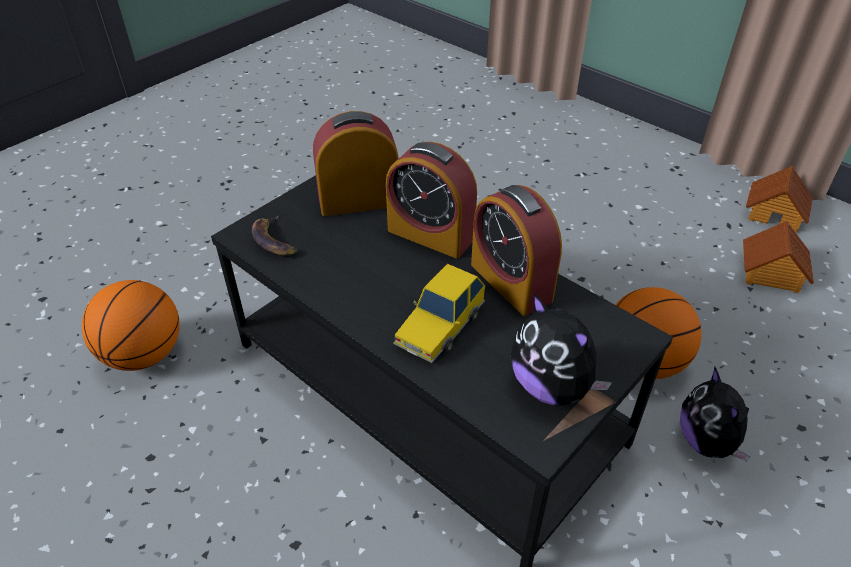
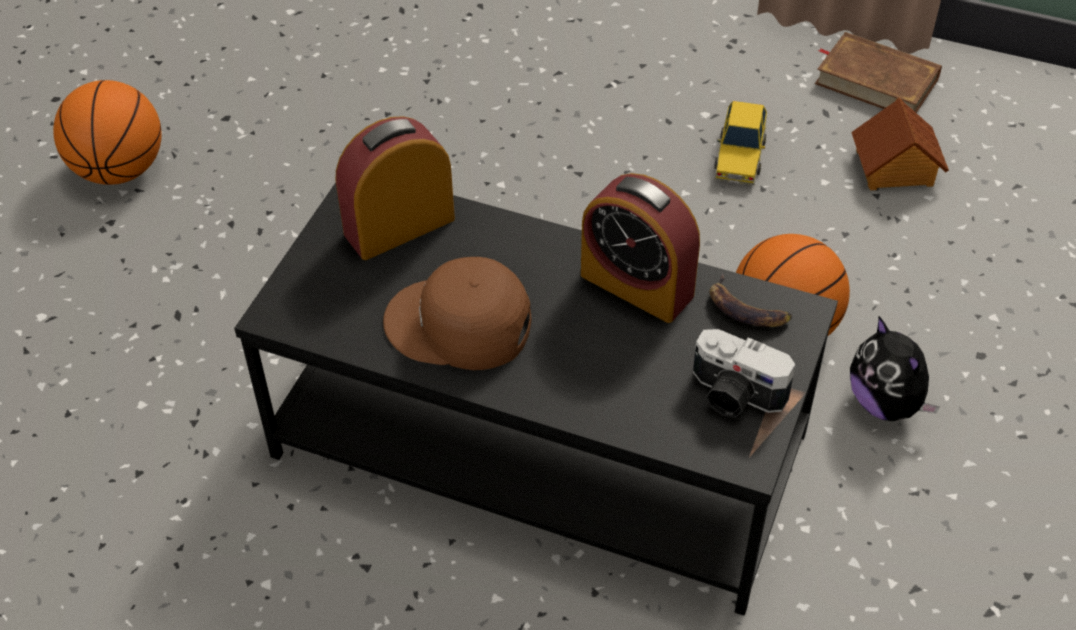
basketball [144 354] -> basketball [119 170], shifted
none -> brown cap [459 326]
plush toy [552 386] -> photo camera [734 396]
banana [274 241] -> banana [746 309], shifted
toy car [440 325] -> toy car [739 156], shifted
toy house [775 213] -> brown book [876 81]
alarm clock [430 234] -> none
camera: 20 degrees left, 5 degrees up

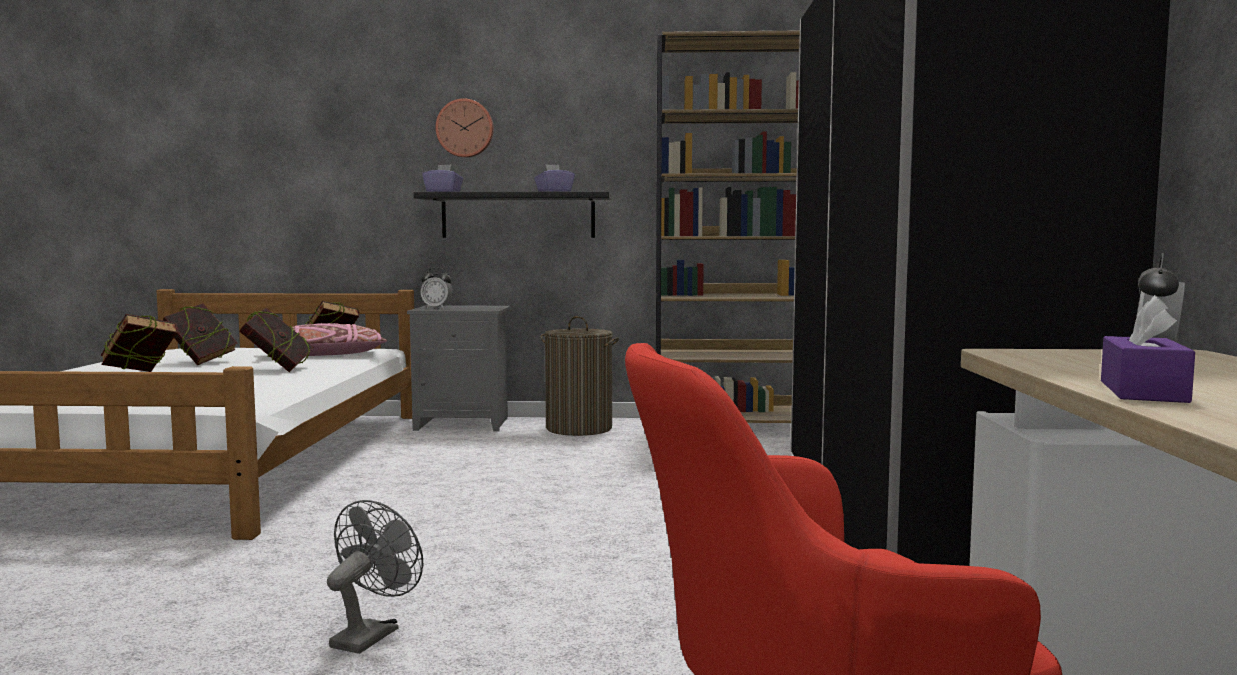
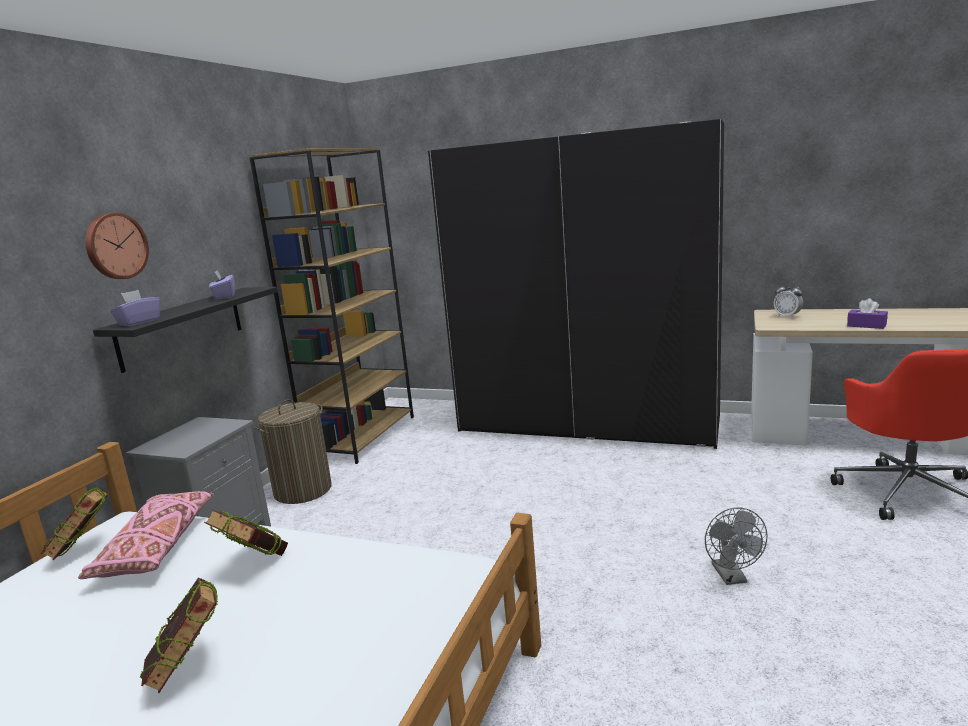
grey fan [371 634] -> grey fan [732 577], 135 degrees counterclockwise
book [201 362] -> none
alarm clock [437 308] -> none
camera: 70 degrees left, 10 degrees up

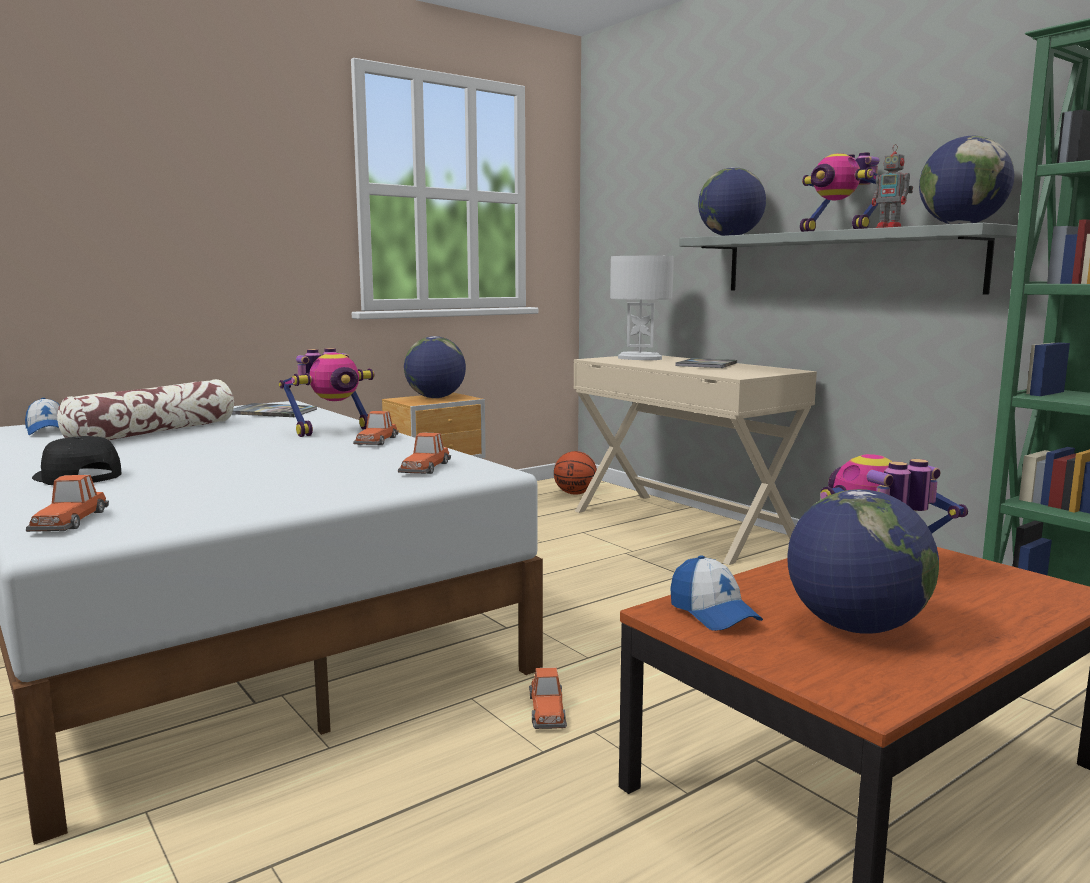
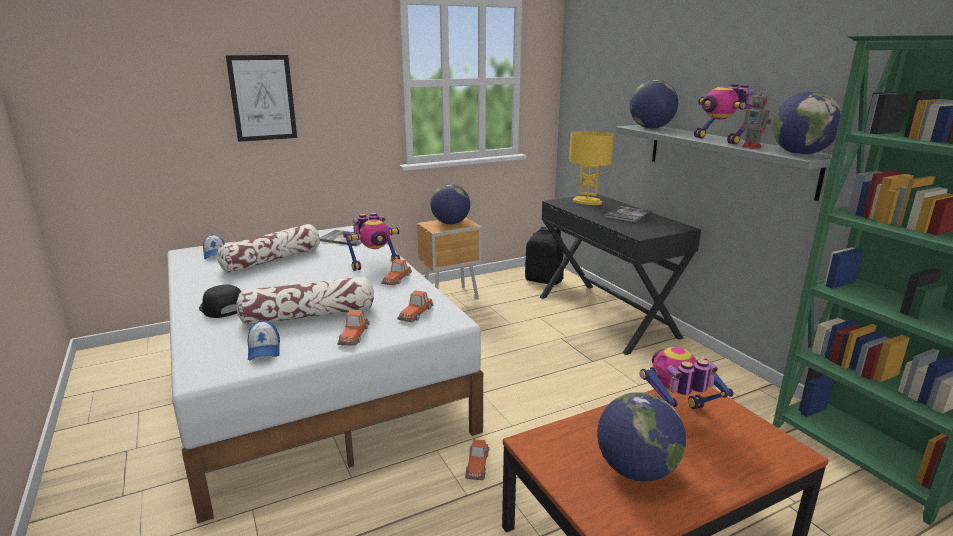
none -> picture [262 98]
none -> pillow [309 315]
cap [713 613] -> cap [264 349], shifted
toy car [69 521] -> toy car [354 335], shifted
basketball [575 493] -> black backpack [544 280]
beige desk [683 525] -> black desk [607 316]
white table lamp [640 358] -> yellow table lamp [587 202]
camera: 10 degrees right, 10 degrees up

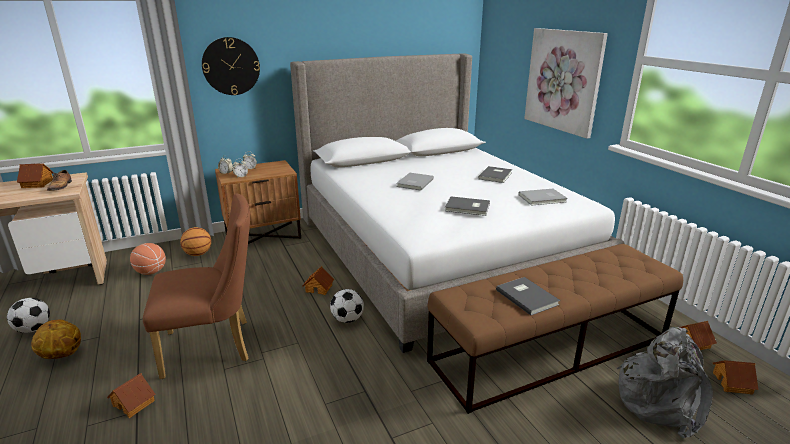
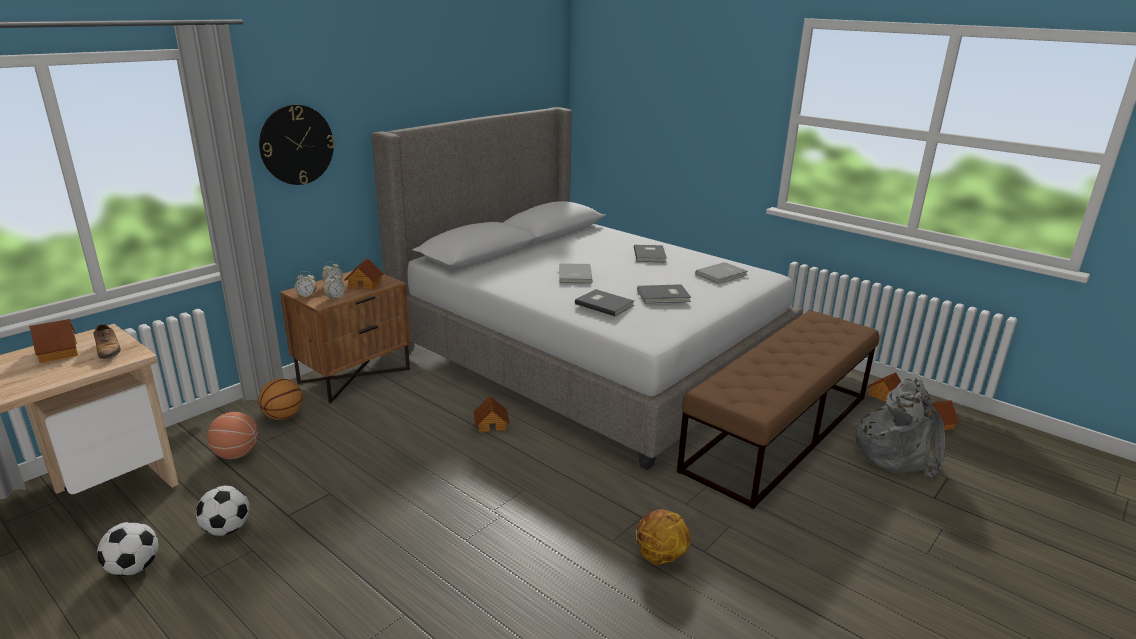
football [347 319] -> football [227 529], shifted
toy house [134 403] -> toy house [365 284], shifted
grey book [527 296] -> grey book [604 304], shifted
basketball [61 355] -> basketball [660 557], shifted
brown chair [215 346] -> none
picture [563 80] -> none
camera: 25 degrees left, 0 degrees up

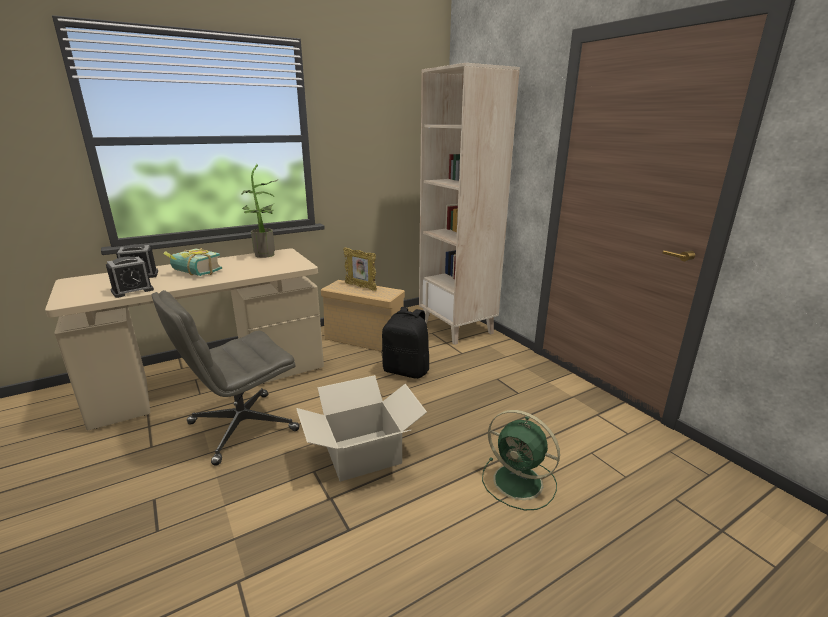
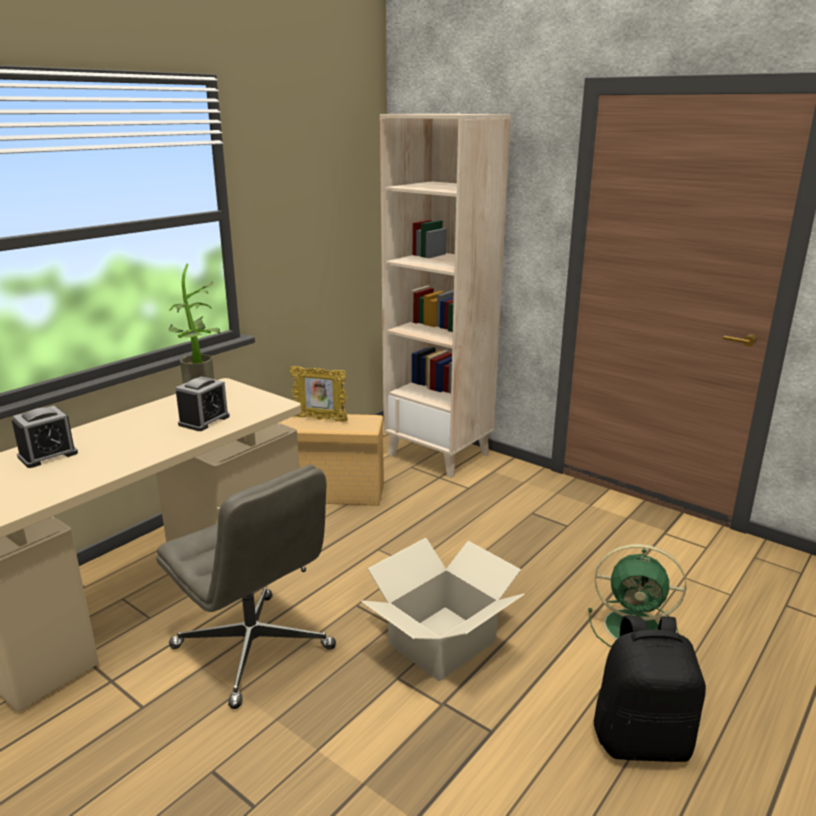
grey office chair [241 427] -> grey office chair [254 648], 75 degrees counterclockwise
alarm clock [132 290] -> alarm clock [204 420], shifted
black backpack [406 370] -> black backpack [642 739], shifted
book [193 273] -> none
camera: 20 degrees left, 0 degrees up

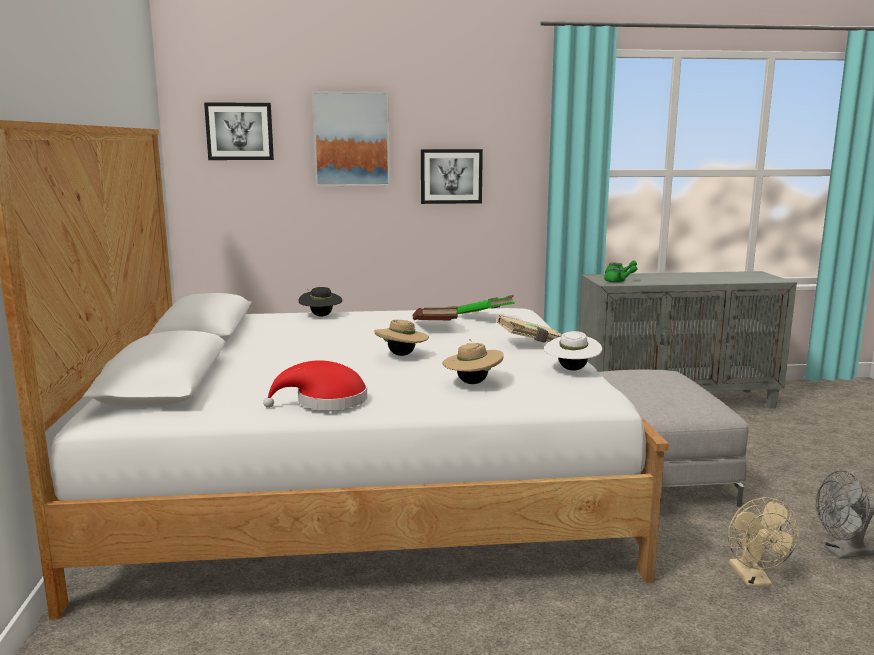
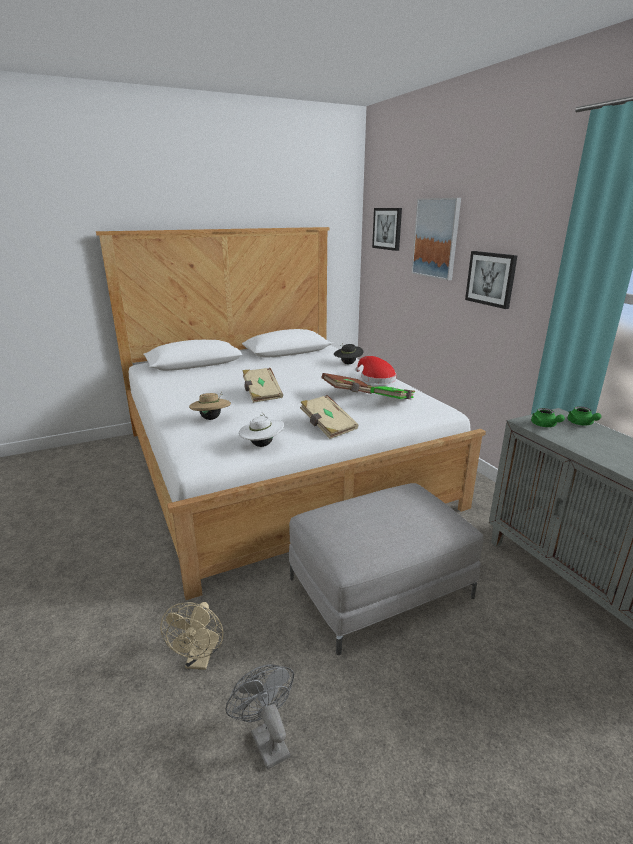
beige fan [753 579] -> beige fan [199 660], 60 degrees counterclockwise
beige hat [402 355] -> beige book [261 394]
red hat [325 402] -> red hat [375 378], shifted
camera: 70 degrees right, 10 degrees up

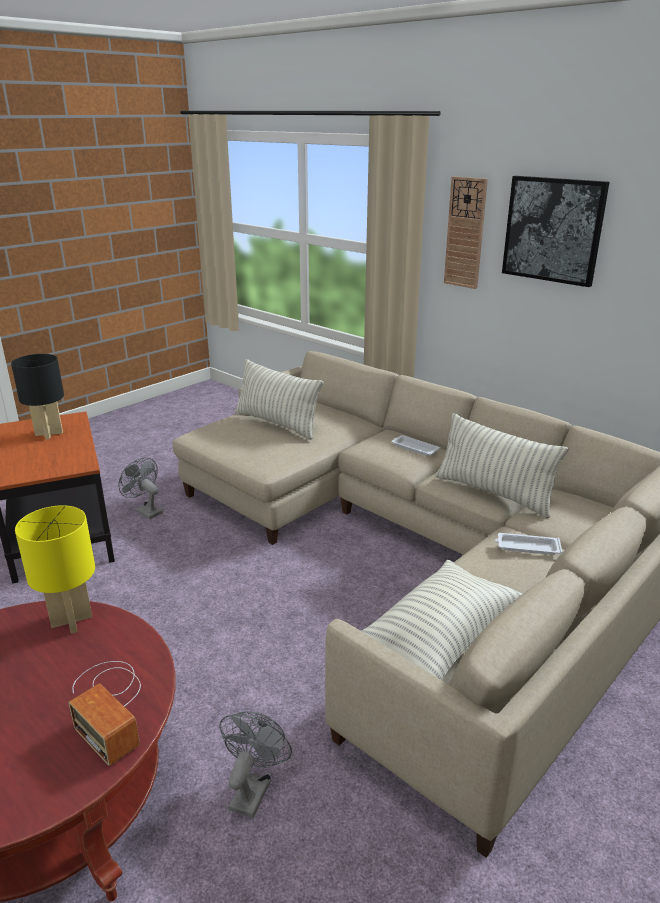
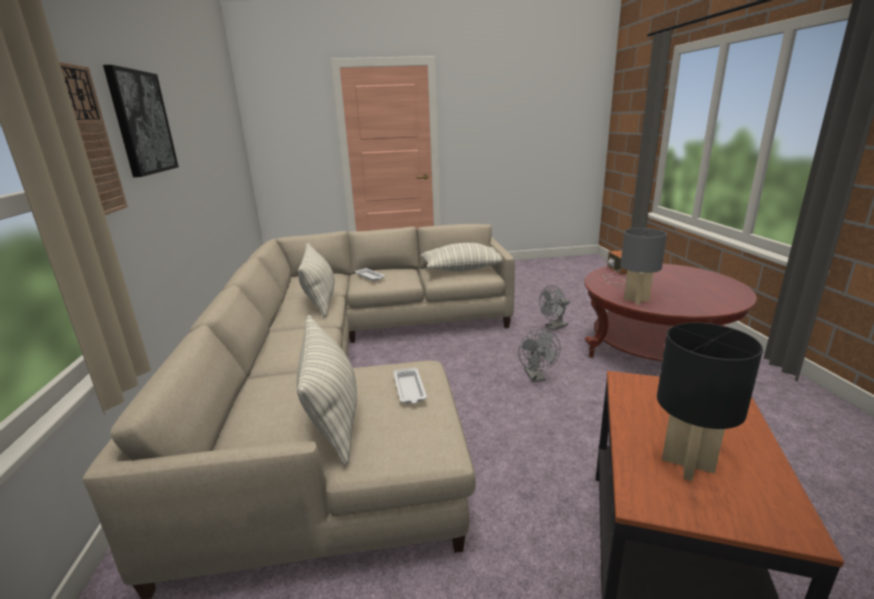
white tray [414 448] -> white tray [409 389], shifted
grey fan [145 511] -> grey fan [536 377], shifted
yellow table lamp [72 621] -> grey table lamp [636 300]
camera: 140 degrees left, 5 degrees down

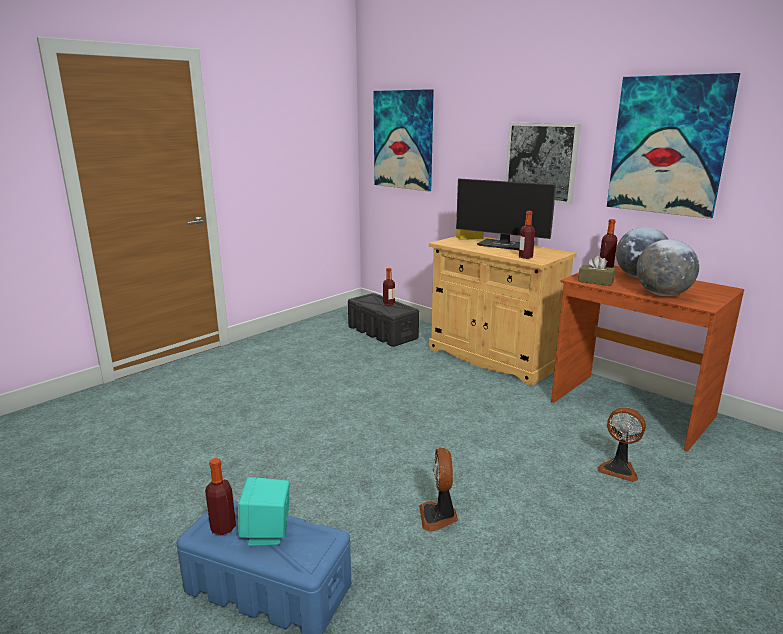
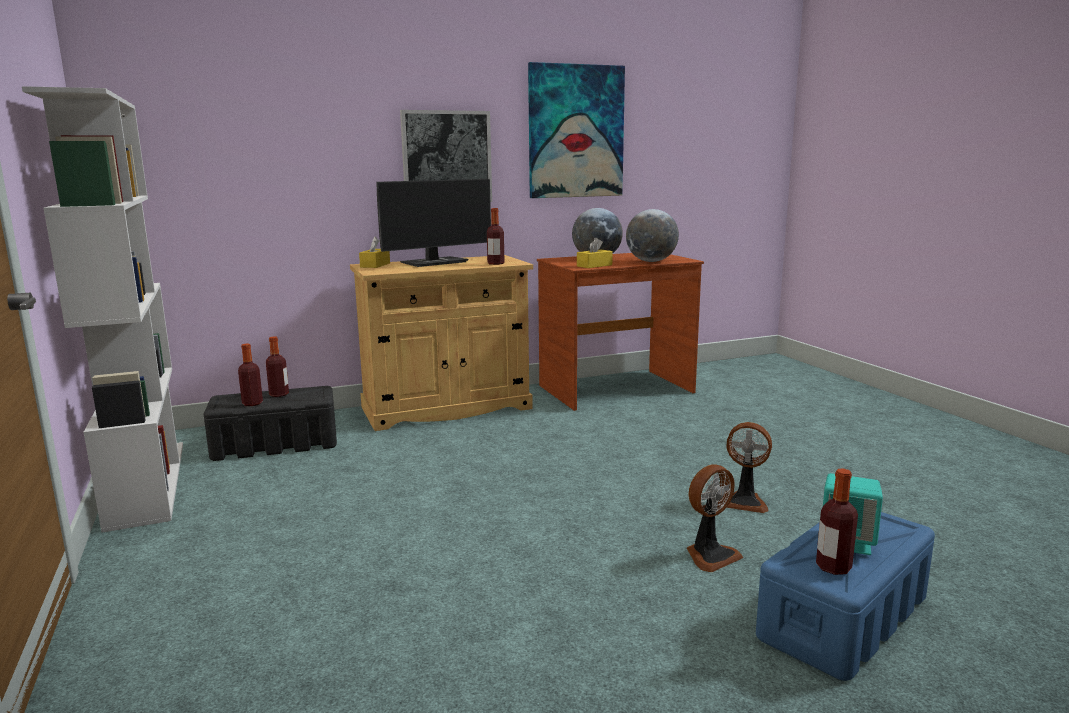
none -> white bookcase [146 482]
bottle [606 266] -> bottle [252 403], shifted
brown tissue box [595 281] -> yellow tissue box [594 265]
fan [619 469] -> fan [710 555], shifted
picture [403 140] -> none
camera: 65 degrees left, 5 degrees down

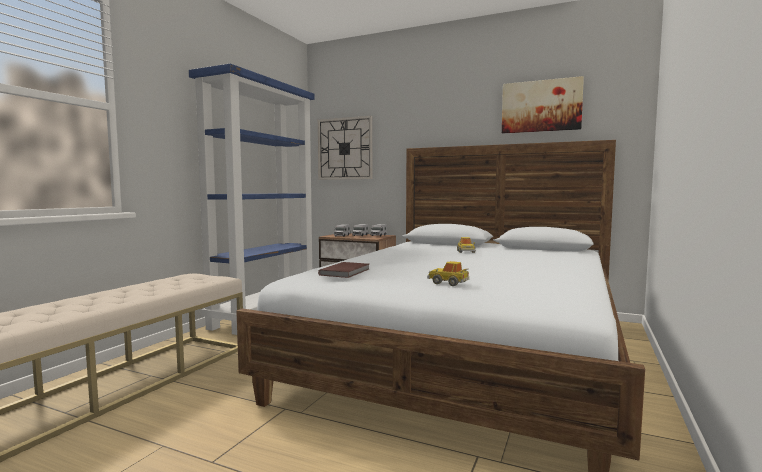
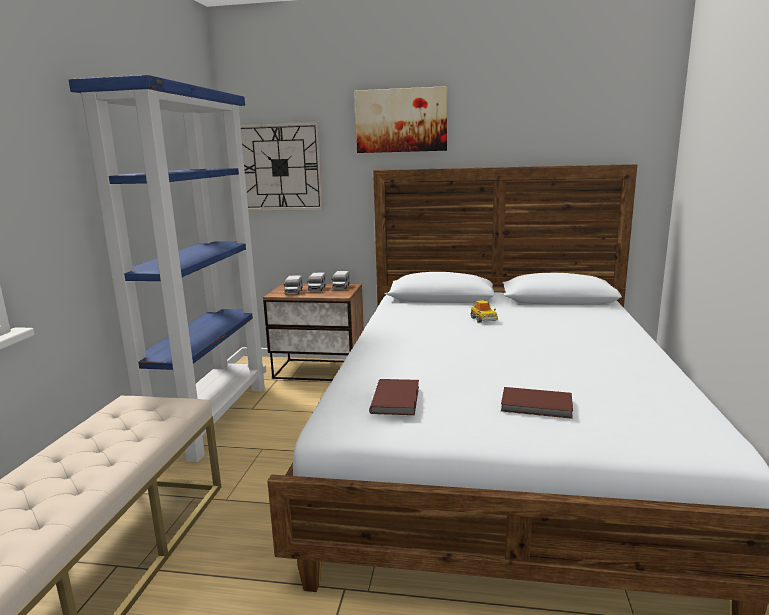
picture [541 106] -> picture [401 120], shifted
toy car [448 283] -> brown book [537 406]
camera: 15 degrees left, 10 degrees up

